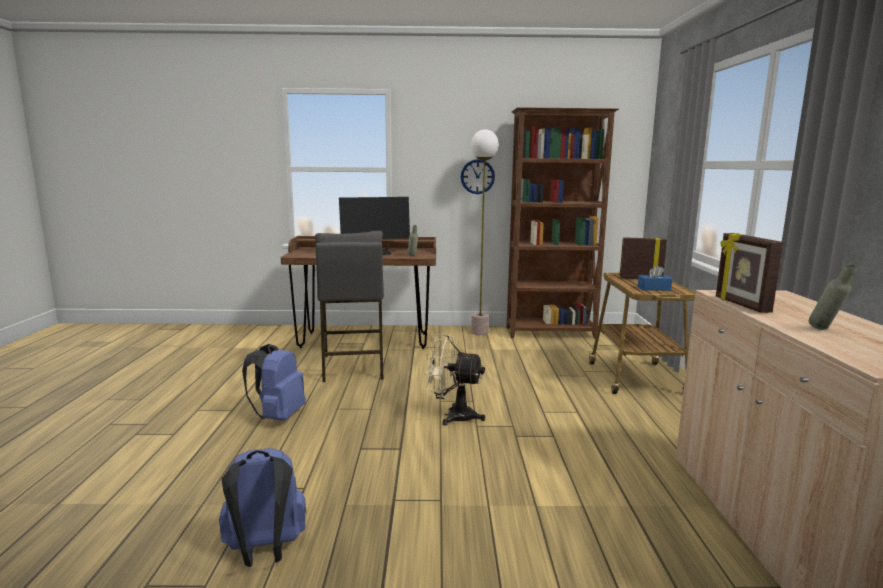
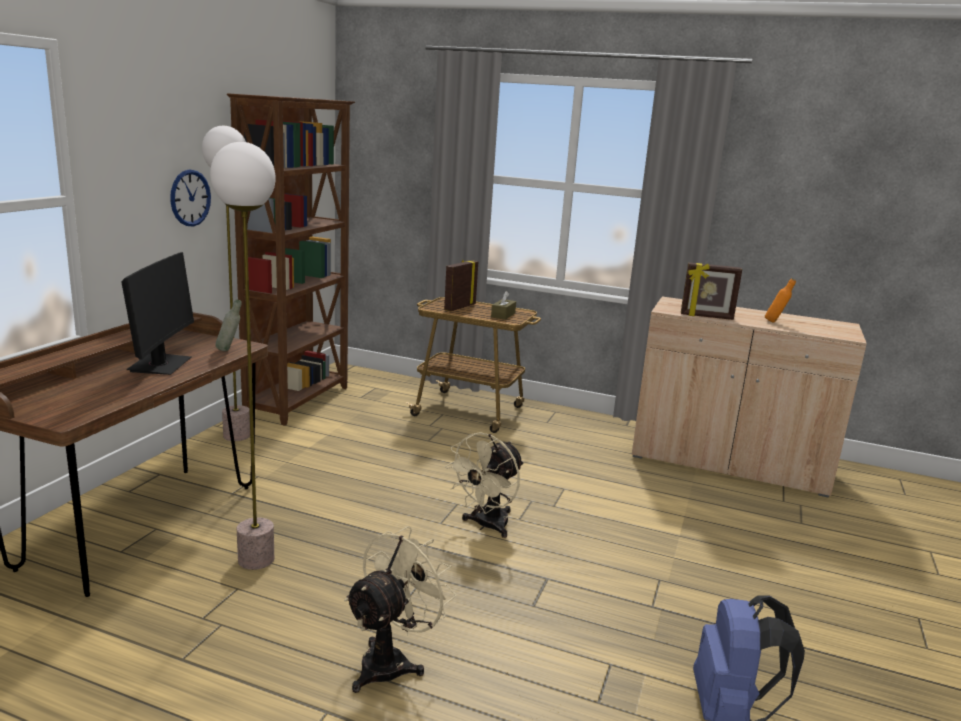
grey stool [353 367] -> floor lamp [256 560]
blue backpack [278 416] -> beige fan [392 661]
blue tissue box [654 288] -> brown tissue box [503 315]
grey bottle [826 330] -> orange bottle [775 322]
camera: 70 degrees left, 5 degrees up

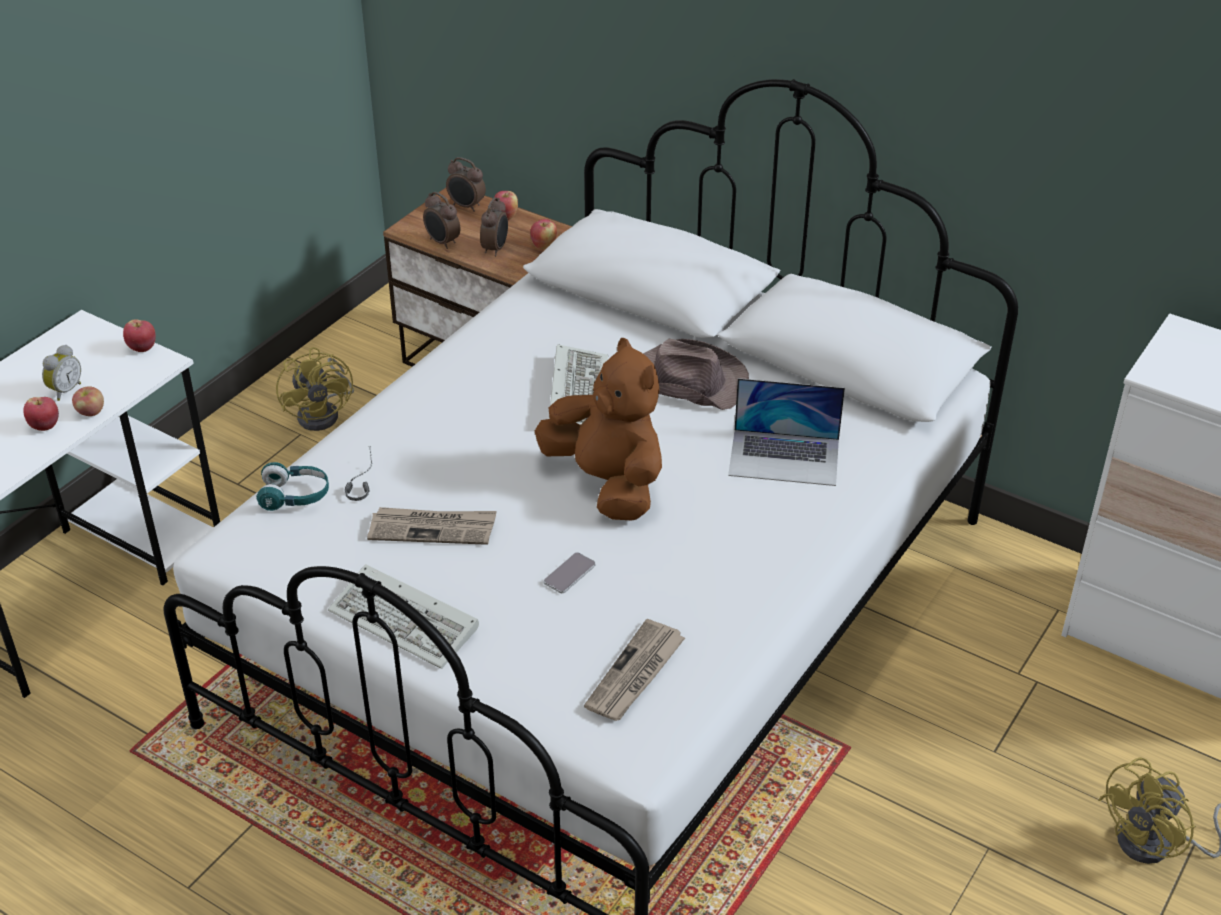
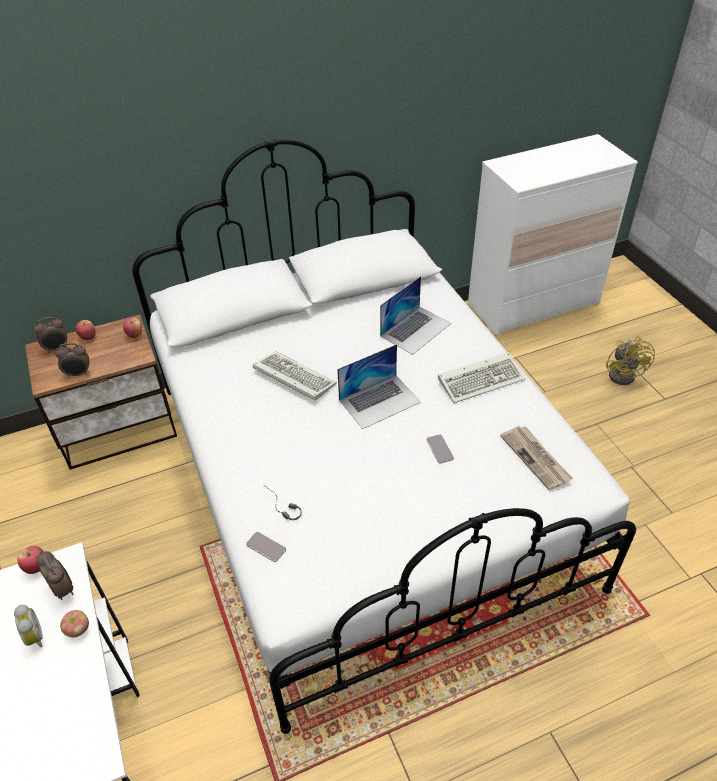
alarm clock [495 249] -> alarm clock [63 588], shifted
turquoise headphones [295 496] -> phone [266 547]
brown plush toy [607 483] -> laptop [379 401]
keyboard [408 621] -> keyboard [482 379], shifted
apple [45 426] -> none
yellow fan [324 413] -> none
newspaper [433 528] -> none
brown hat [686 381] -> none
camera: 55 degrees left, 5 degrees up

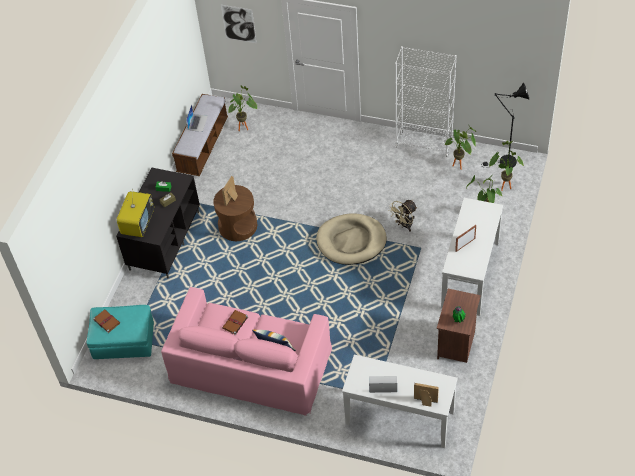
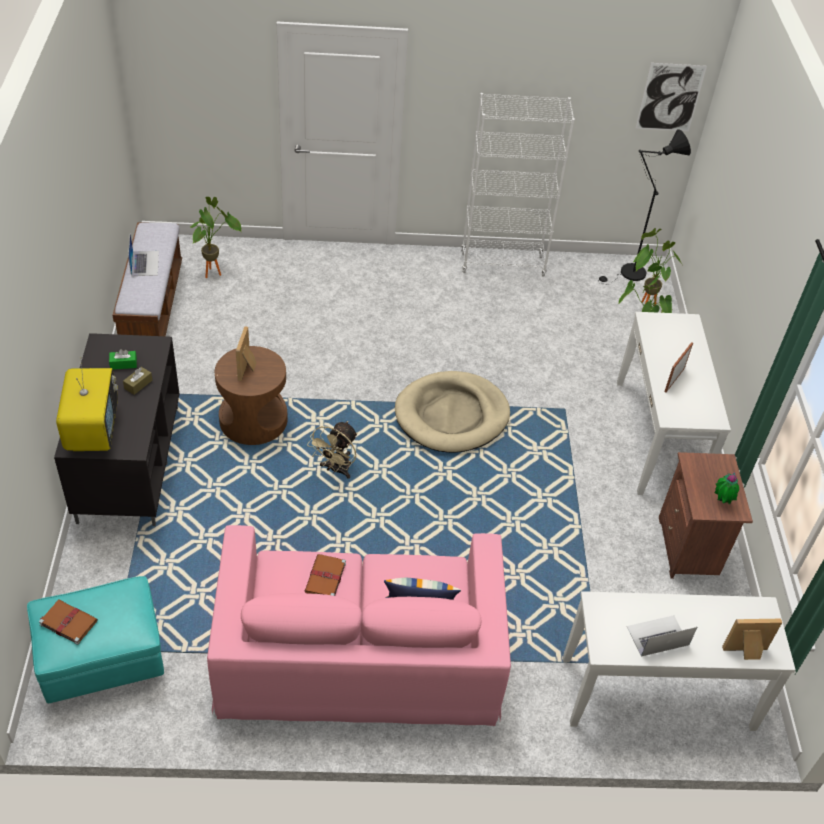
beige fan [404 225] -> beige fan [336 470], shifted
picture [238 24] -> picture [670 97], shifted
potted plant [461 166] -> none
camera: 25 degrees left, 5 degrees down

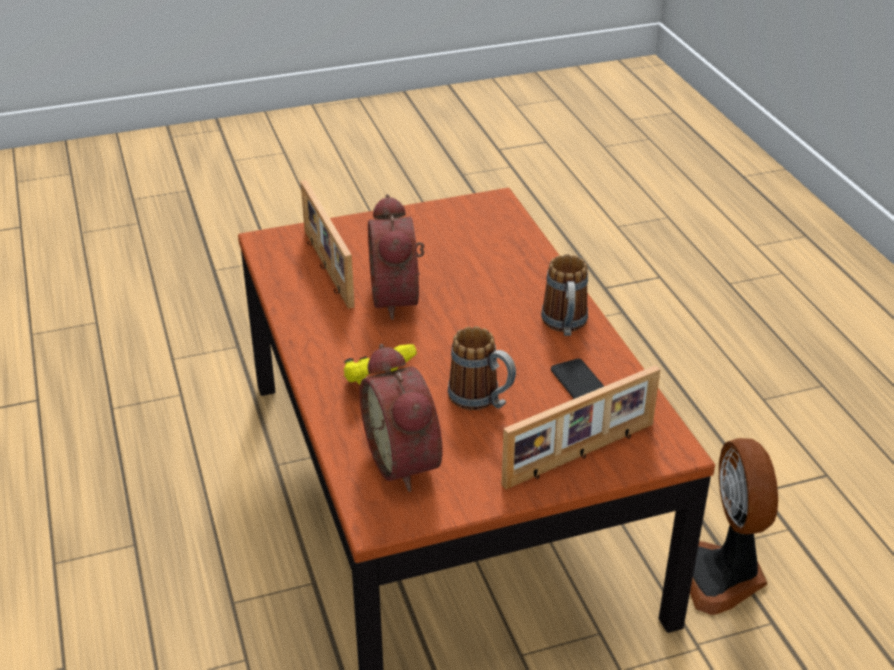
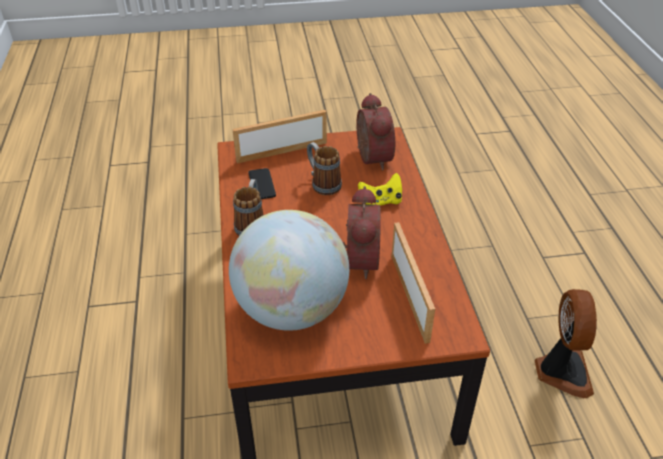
none -> globe [291 309]
fan [723 575] -> fan [561 371], shifted
camera: 170 degrees left, 5 degrees up

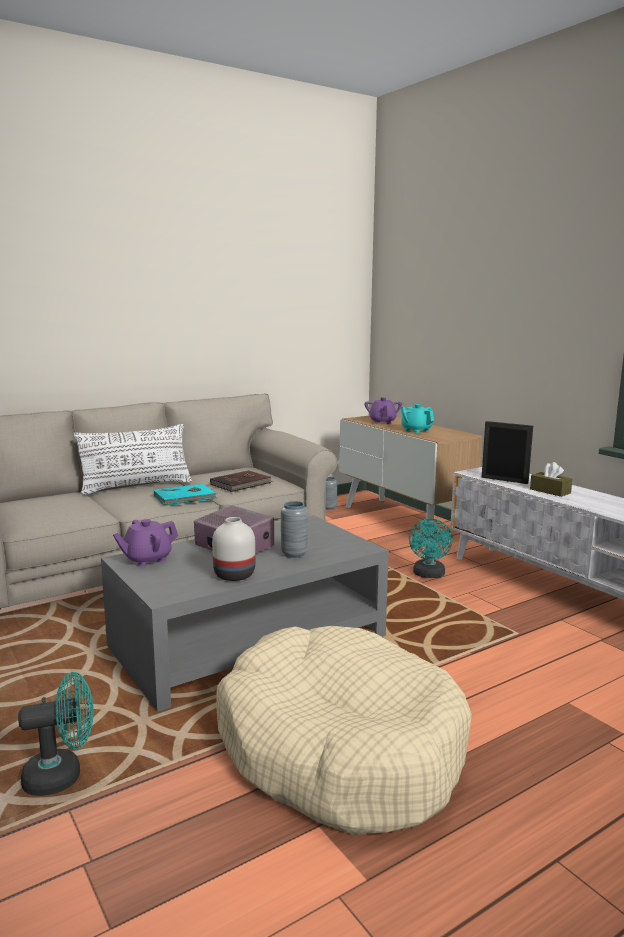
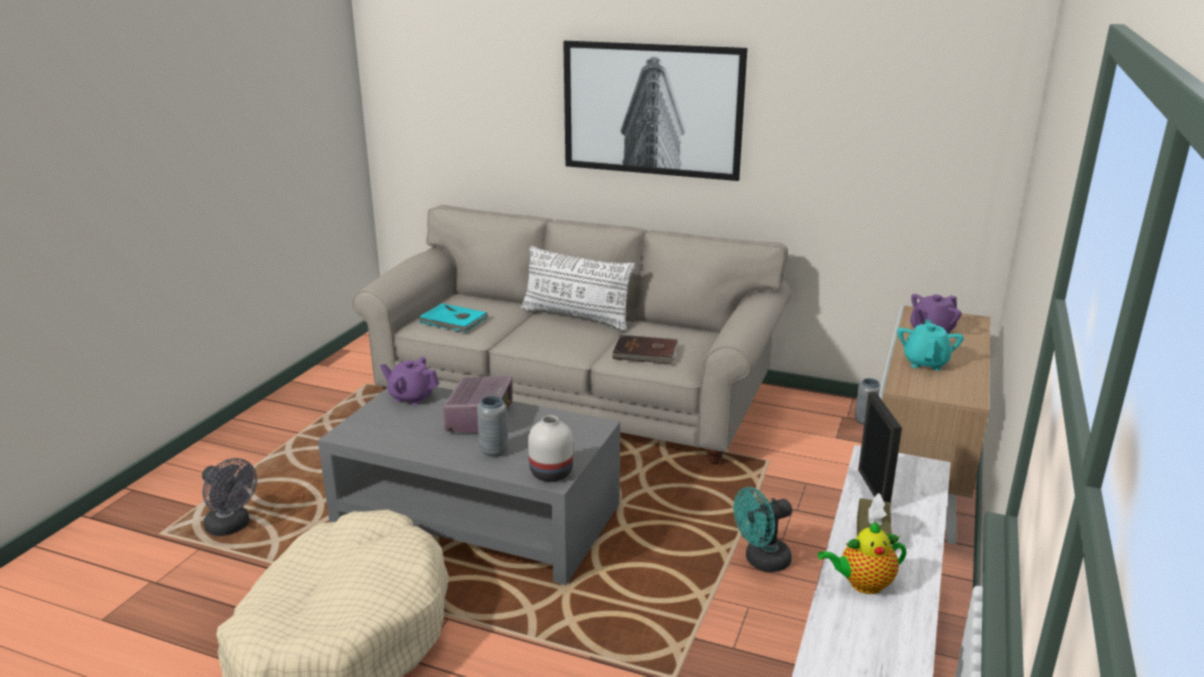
turquoise fan [62 775] -> grey fan [232 527]
turquoise book [185 498] -> turquoise book [453 321], shifted
white vase [233 575] -> white vase [551 472], shifted
none -> picture [652 109]
none -> teapot [862 584]
camera: 55 degrees right, 10 degrees up

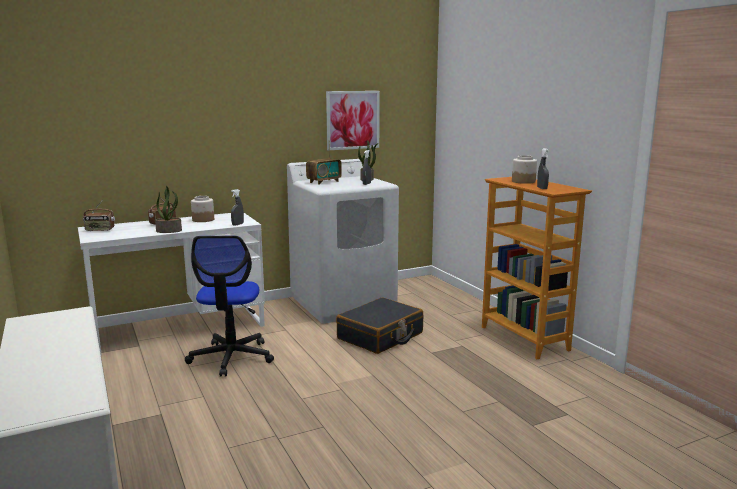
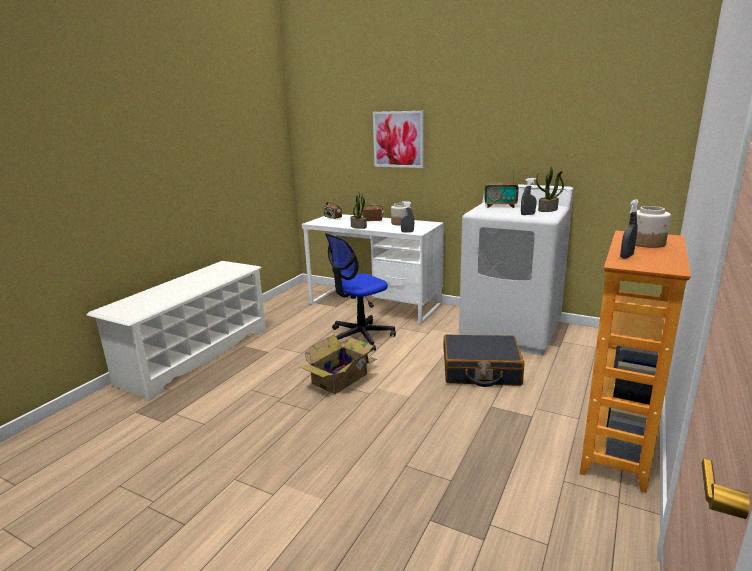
none -> cardboard box [342 378]
picture [352 120] -> picture [398 139], shifted
camera: 55 degrees right, 5 degrees up

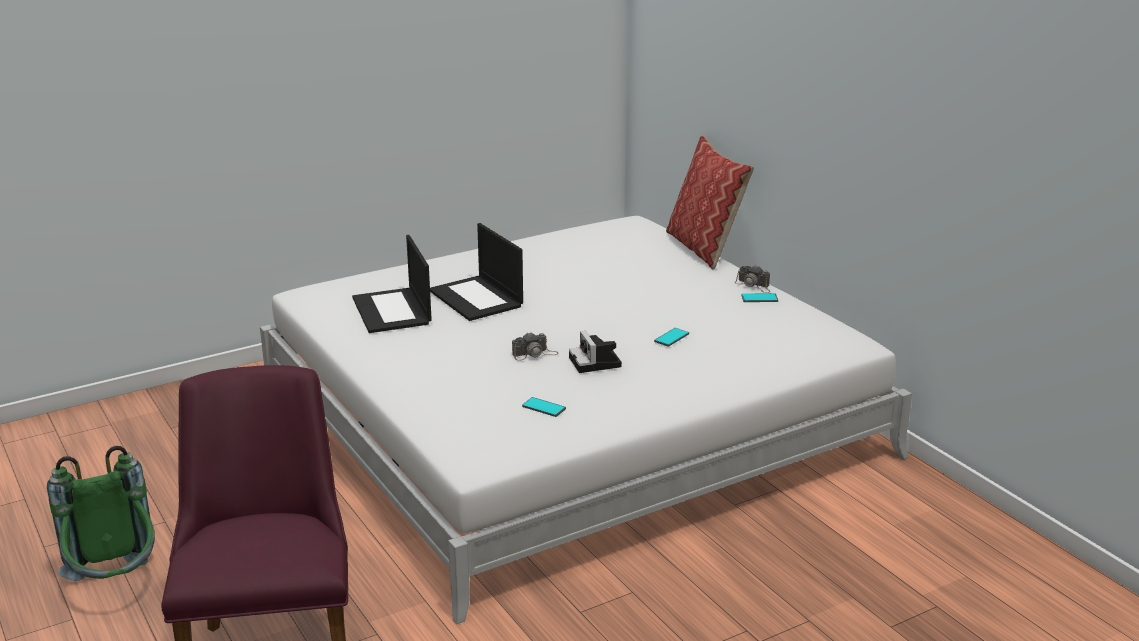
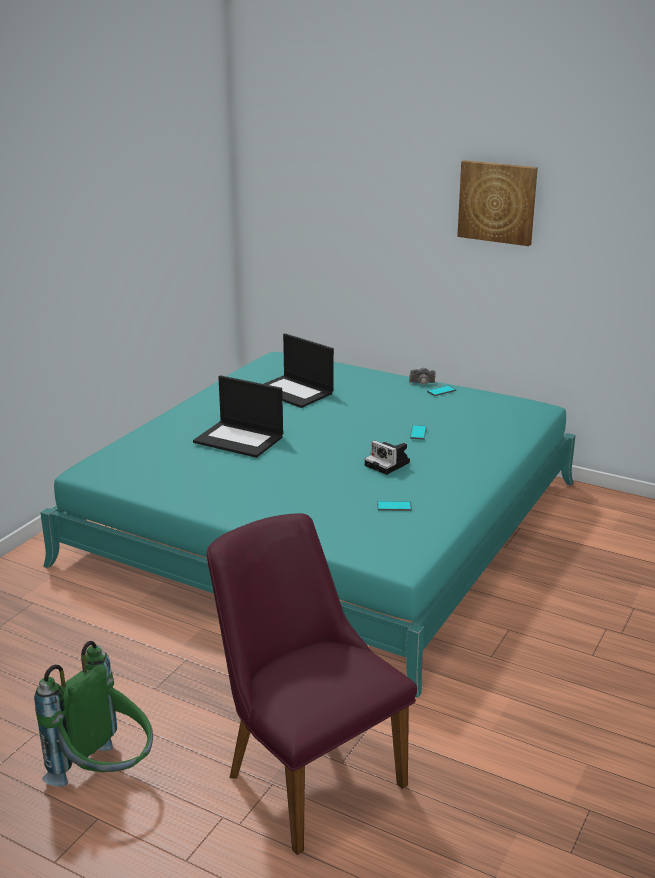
white bed [568 419] -> turquoise bed [326 522]
laptop [392 311] -> laptop [294 392], shifted
none -> picture [497 202]
photo camera [535 354] -> none
pillow [704 248] -> none
camera: 30 degrees left, 0 degrees up

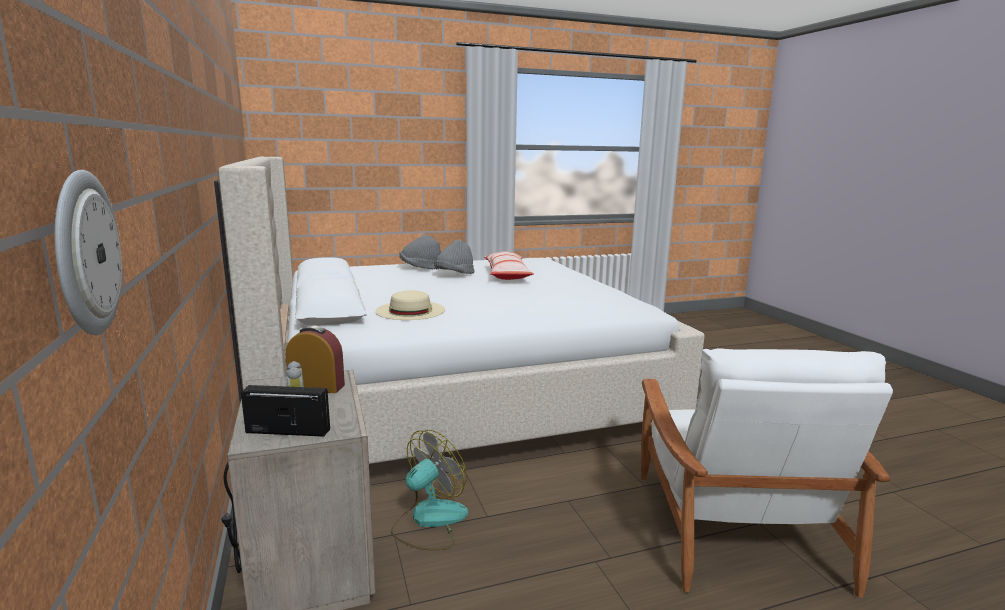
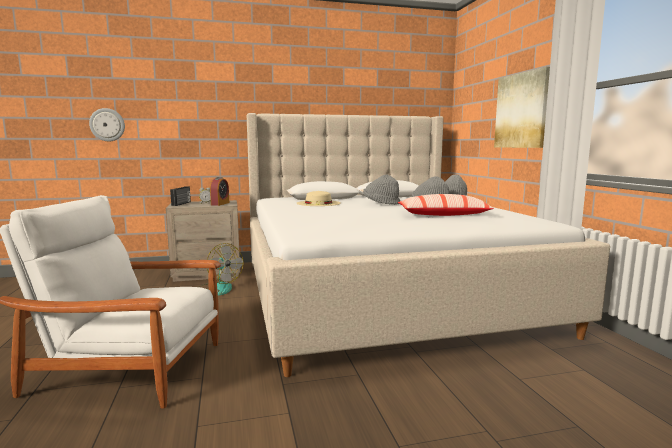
none -> grey hat [381 203]
none -> picture [521 111]
camera: 95 degrees right, 5 degrees down

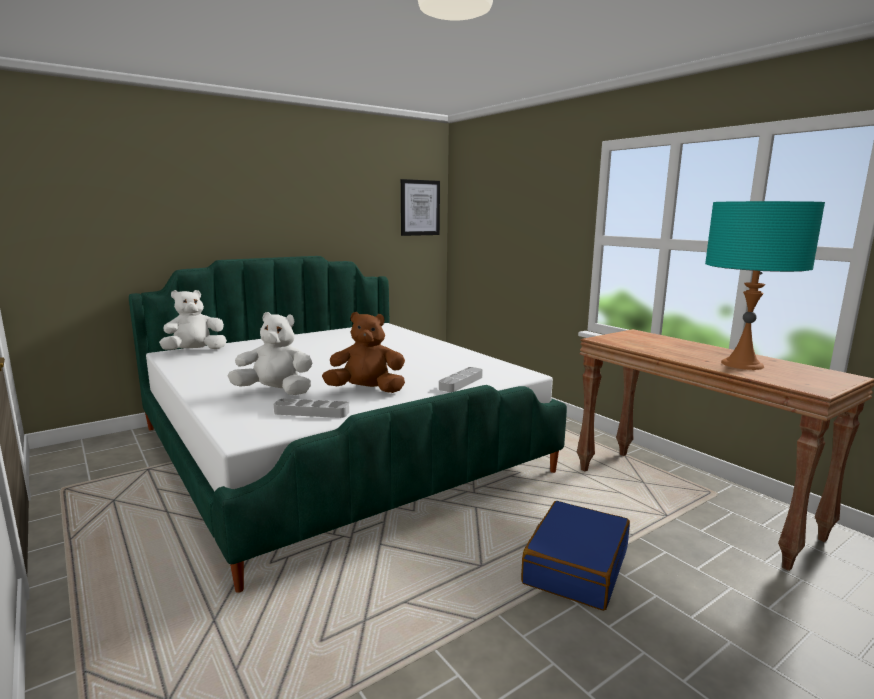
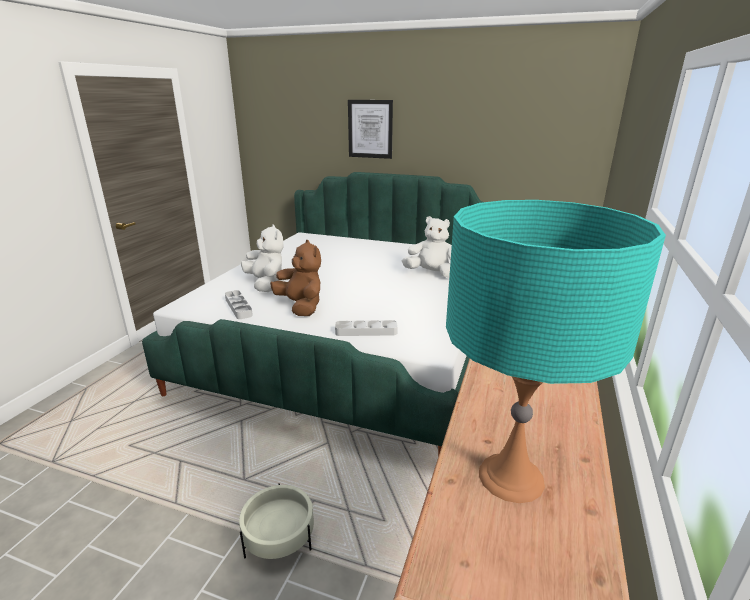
blue suitcase [575 566] -> beige planter [279 538]
picture [420 208] -> picture [370 129], shifted
white plush toy [195 351] -> white plush toy [432 273], shifted
camera: 55 degrees right, 10 degrees up

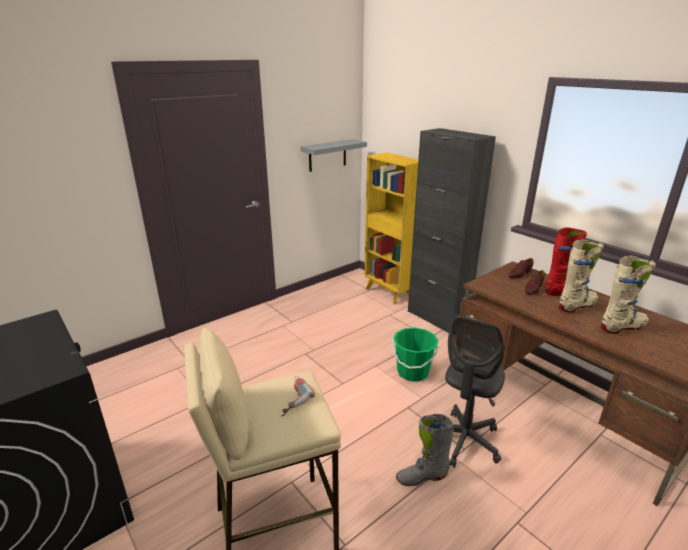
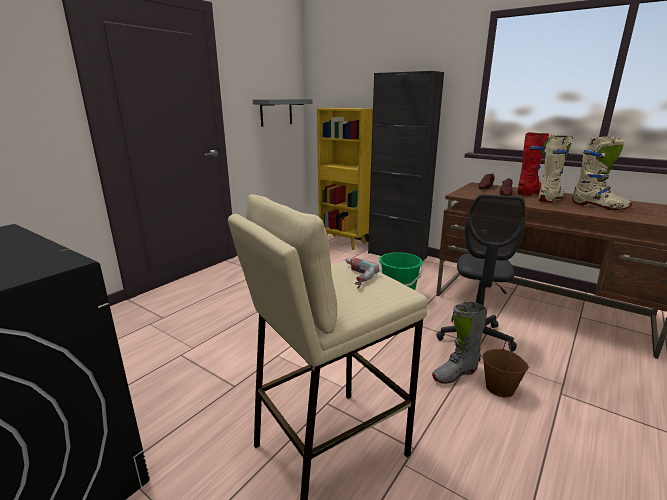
none -> brown bucket [500 388]
beige boot [623 327] -> beige boot [598 207], 75 degrees clockwise
camera: 15 degrees left, 5 degrees down

